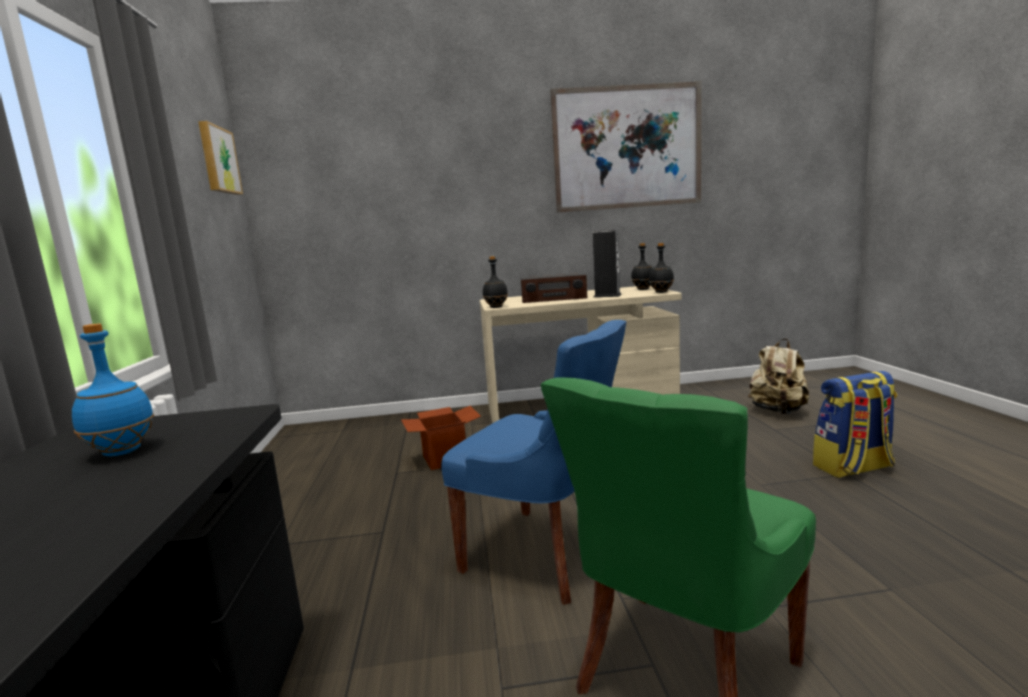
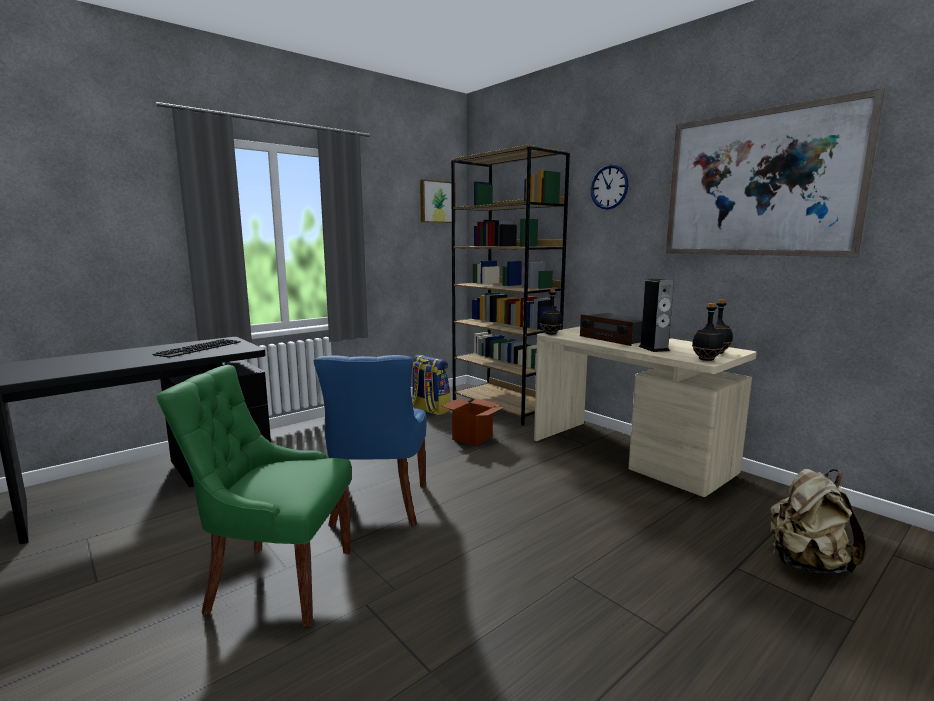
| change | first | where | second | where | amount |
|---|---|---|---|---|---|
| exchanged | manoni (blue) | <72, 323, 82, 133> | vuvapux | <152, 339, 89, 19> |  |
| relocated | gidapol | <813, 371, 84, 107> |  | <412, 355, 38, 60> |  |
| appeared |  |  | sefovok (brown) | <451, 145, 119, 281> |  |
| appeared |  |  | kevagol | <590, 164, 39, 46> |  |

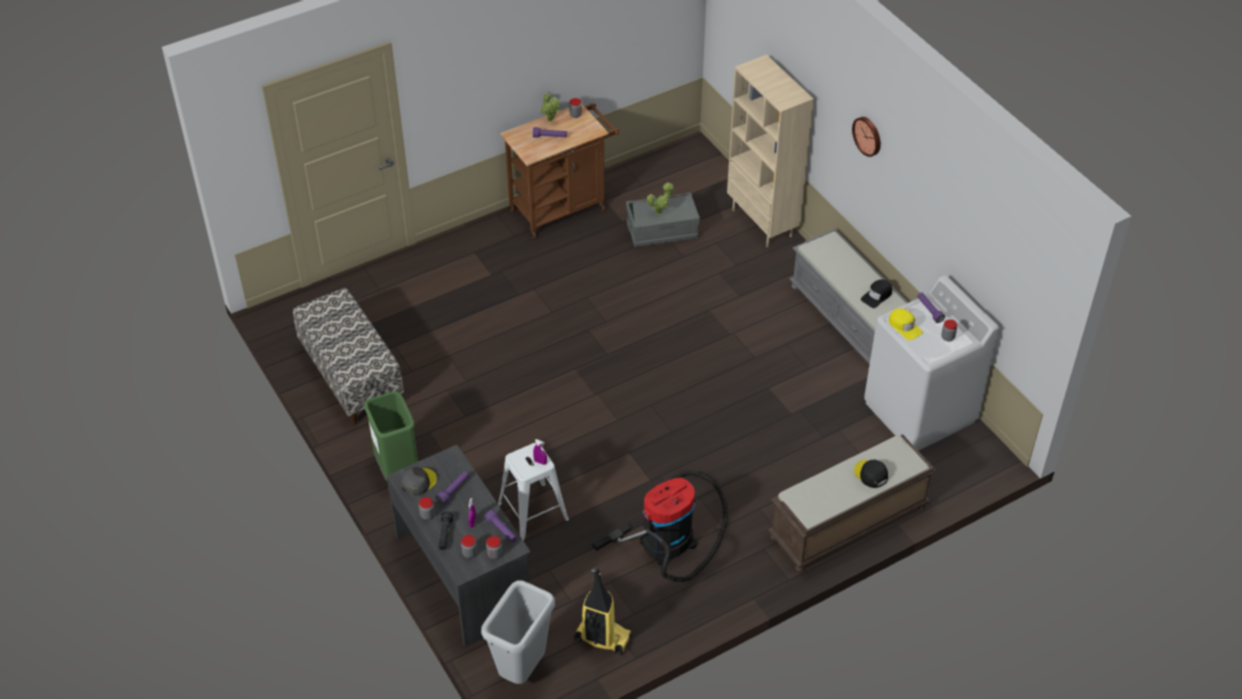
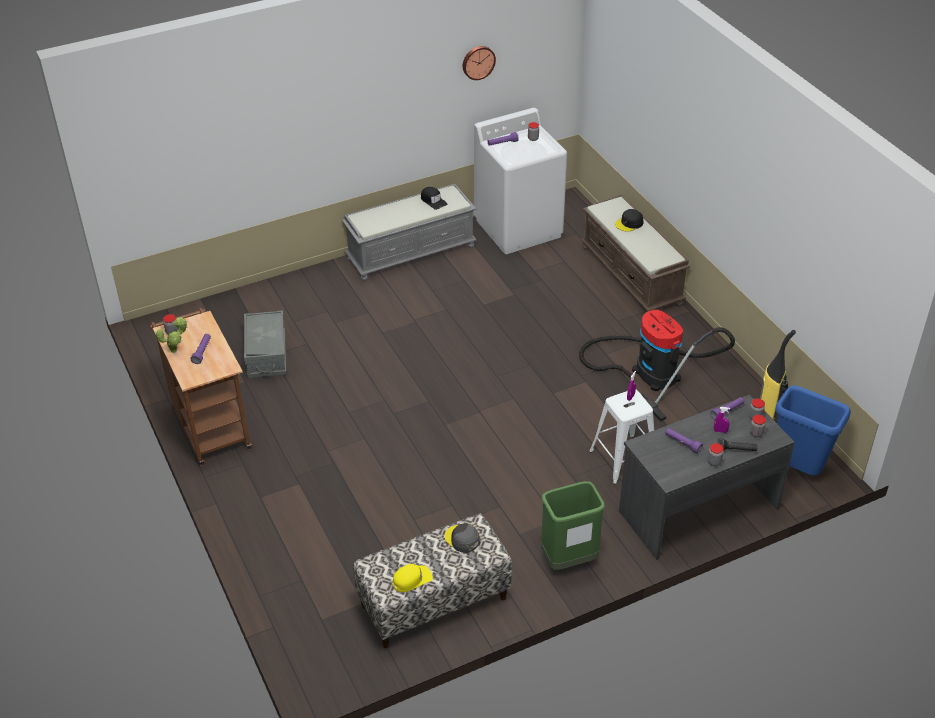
| change | first | where | second | where | amount |
|---|---|---|---|---|---|
| missing | sefovok (beige) | <727, 54, 87, 193> |  |  |  |
| relocated | kevagol | <852, 117, 29, 40> |  | <463, 46, 33, 34> |  |
| missing | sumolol | <647, 183, 27, 32> |  |  |  |
| relocated | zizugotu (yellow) | <889, 308, 34, 32> |  | <392, 564, 41, 28> |  |
| relocated | zizugotu (grey) | <401, 467, 36, 30> |  | <445, 523, 35, 30> |  |
| colour | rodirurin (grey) | <481, 580, 74, 104> | rodirurin (blue) | <776, 385, 75, 90> |  |

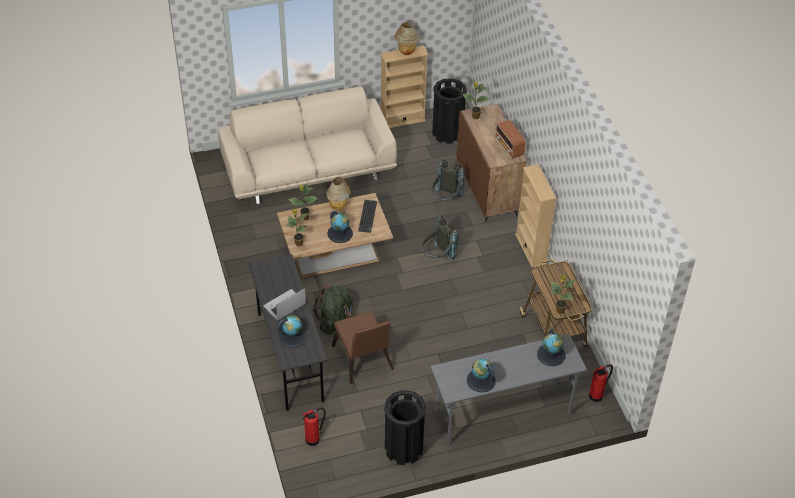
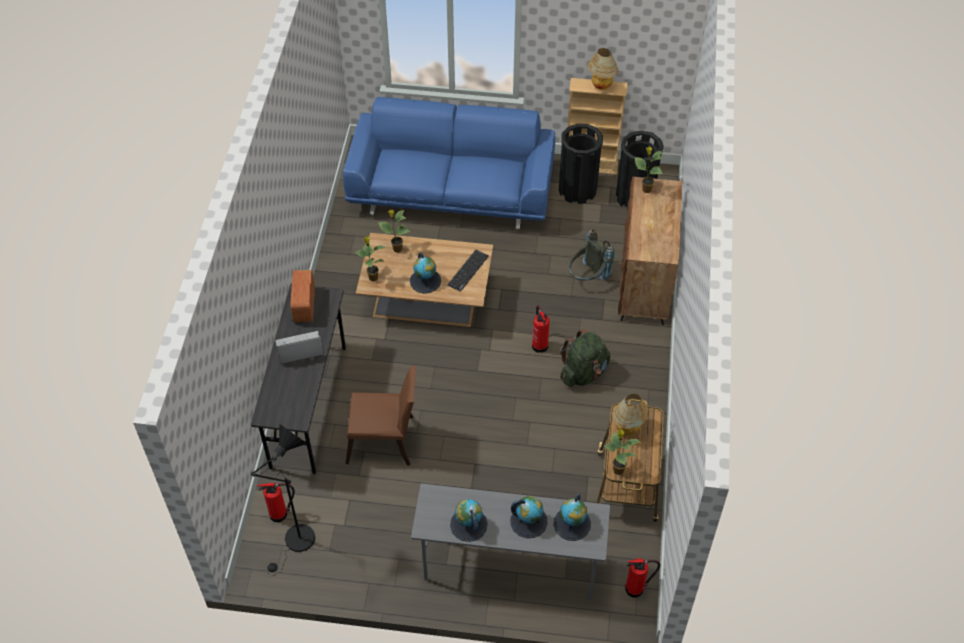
| change | first | where | second | where | amount |
|---|---|---|---|---|---|
| colour | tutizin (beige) | <218, 86, 179, 118> | tutizin (blue) | <343, 97, 212, 132> |  |
| relocated | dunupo | <495, 119, 31, 40> |  | <290, 270, 25, 52> |  |
| missing | sefovok (beige) | <515, 164, 42, 103> |  |  |  |
| relocated | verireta | <327, 177, 23, 33> |  | <613, 394, 36, 42> |  |
| exchanged | gidapol (grey) | <421, 216, 38, 44> | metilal | <532, 305, 18, 48> |  |
| relocated | gidapol (green) | <313, 285, 40, 49> |  | <560, 329, 50, 58> |  |
| spun | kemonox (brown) | <332, 311, 62, 73> |  | <346, 365, 70, 101> | 90 degrees counterclockwise |
| relocated | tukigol | <278, 315, 29, 33> |  | <510, 496, 38, 42> |  |
| relocated | rodirurin (black) | <384, 390, 42, 75> |  | <559, 124, 44, 80> |  |
| appeared |  |  | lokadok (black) | <250, 424, 65, 152> |  |

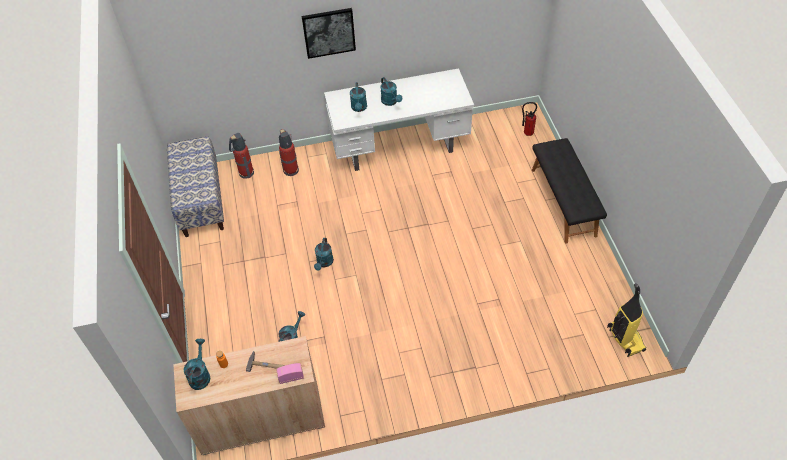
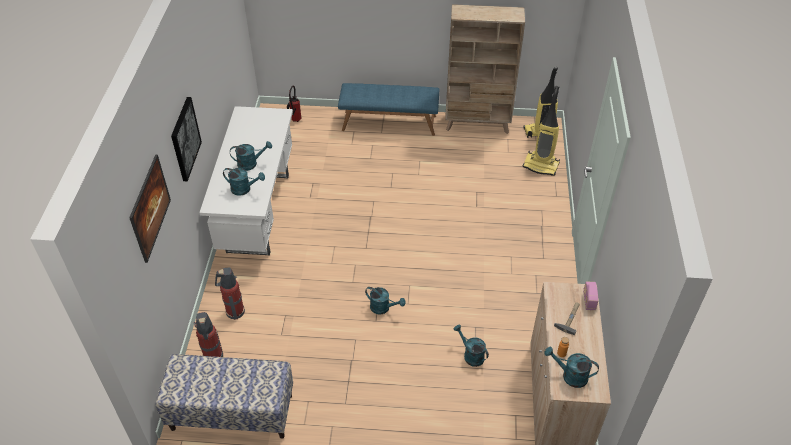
| change | first | where | second | where | amount |
|---|---|---|---|---|---|
| colour | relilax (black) | <532, 138, 75, 106> | relilax (blue) | <338, 83, 101, 53> |  |
| appeared |  |  | sefovok (beige) | <445, 4, 80, 130> |  |
| appeared |  |  | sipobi | <523, 86, 37, 90> |  |
| appeared |  |  | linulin | <129, 155, 42, 108> |  |

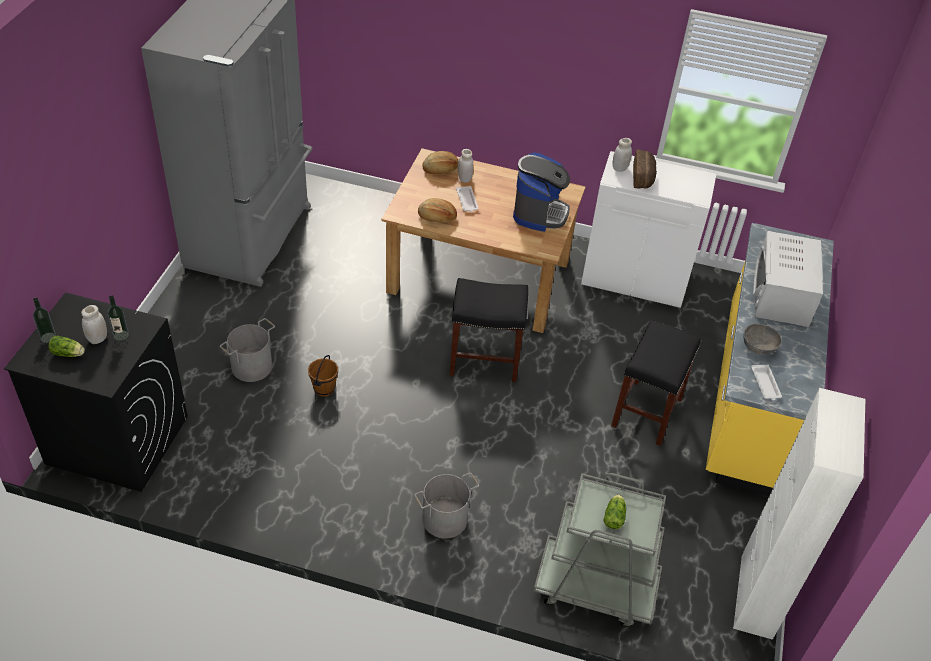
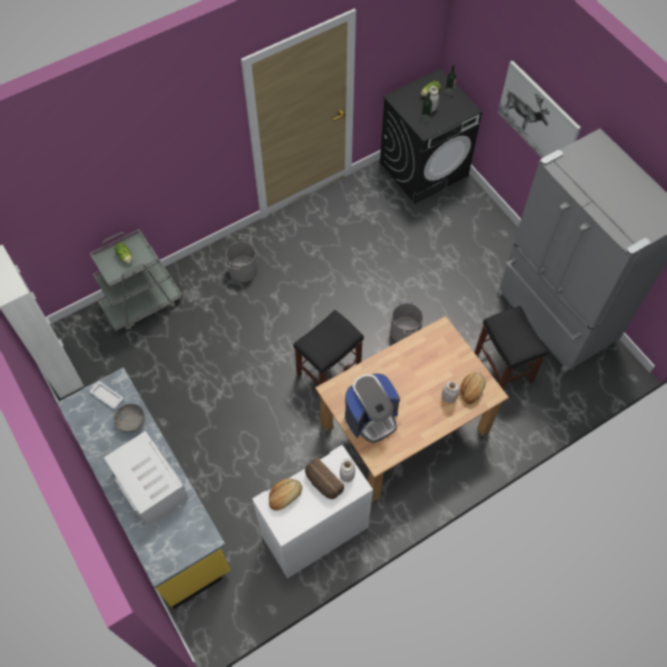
| change | first | where | second | where | amount |
|---|---|---|---|---|---|
| spun | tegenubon | <513, 153, 57, 79> |  | <345, 373, 55, 70> | 90 degrees counterclockwise |
| missing | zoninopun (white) | <456, 186, 23, 26> |  |  |  |
| relocated | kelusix | <418, 198, 39, 25> |  | <269, 478, 33, 33> |  |
| relocated | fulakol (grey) | <220, 318, 55, 64> |  | <390, 296, 33, 46> |  |
| relocated | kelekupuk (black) | <611, 320, 90, 126> |  | <474, 306, 74, 84> |  |
| missing | fulakol (brown) | <308, 355, 30, 42> |  |  |  |
| appeared |  |  | linulin | <498, 60, 83, 98> |  |

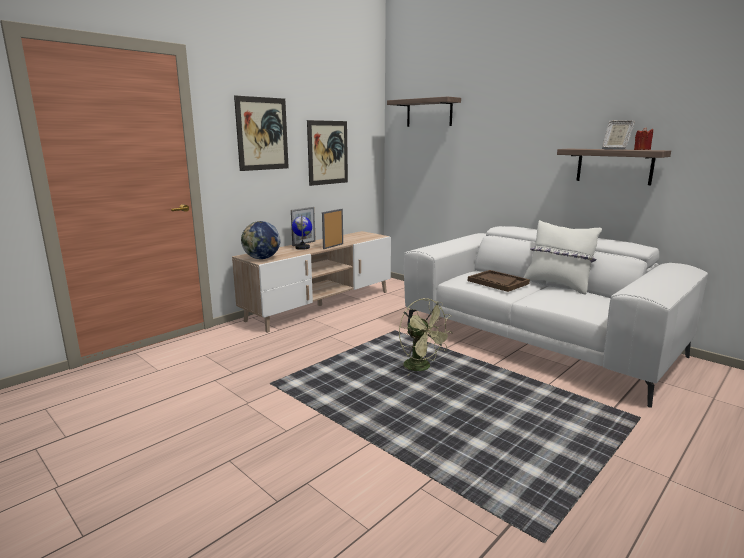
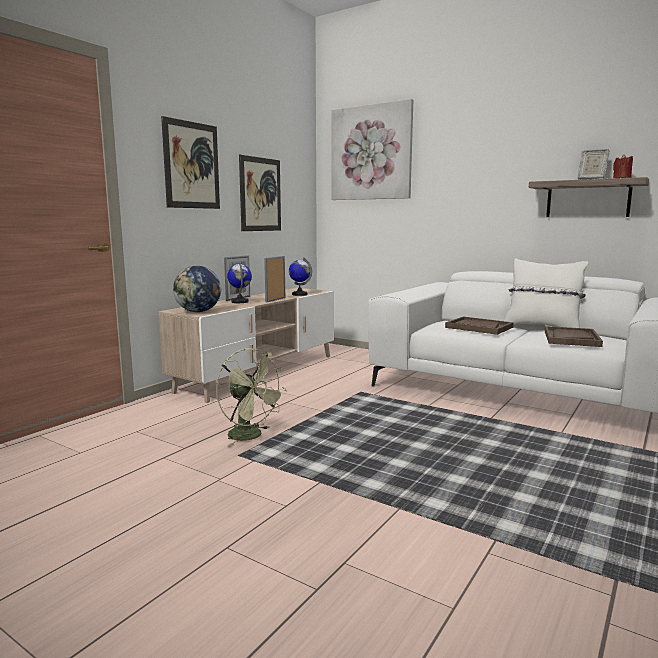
| change | first | where | second | where | amount |
|---|---|---|---|---|---|
| exchanged | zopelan | <387, 96, 74, 31> | linulin | <331, 99, 82, 101> |  |
| relocated | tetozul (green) | <399, 298, 54, 73> |  | <216, 348, 71, 99> |  |
| appeared |  |  | tukigol | <289, 257, 23, 39> |  |
| appeared |  |  | zoninopun (brown) | <545, 326, 58, 21> |  |

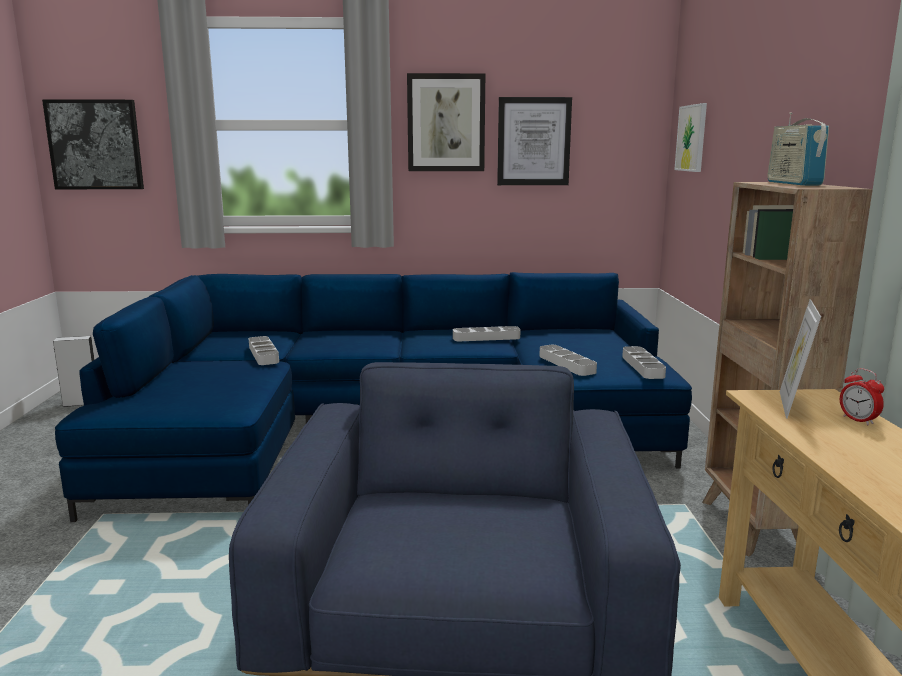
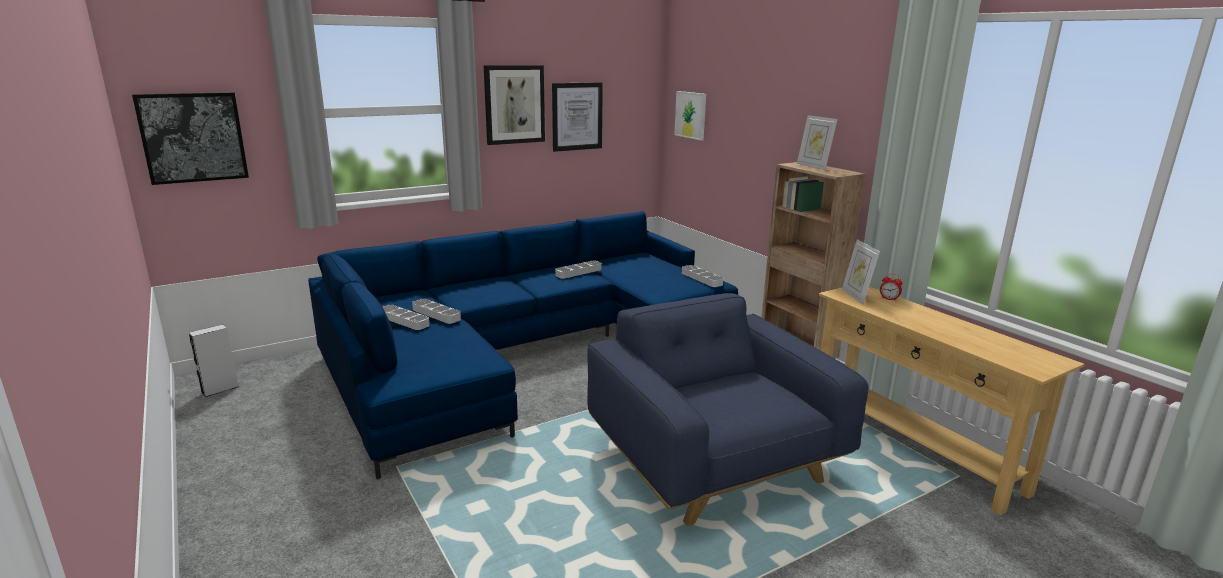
| change | first | where | second | where | amount |
|---|---|---|---|---|---|
| exchanged | dunupo | <767, 112, 62, 73> | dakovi | <797, 115, 41, 55> |  |
| relocated | zoninopun (grey) | <539, 345, 58, 31> |  | <383, 305, 47, 25> |  |

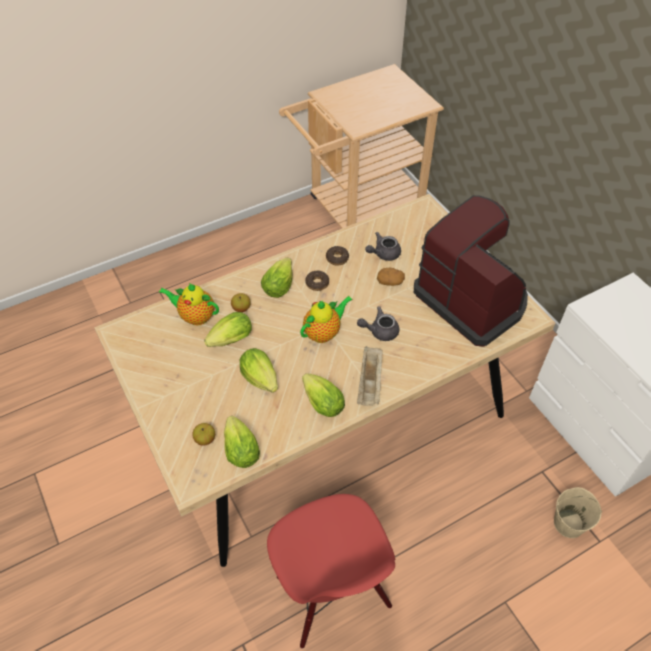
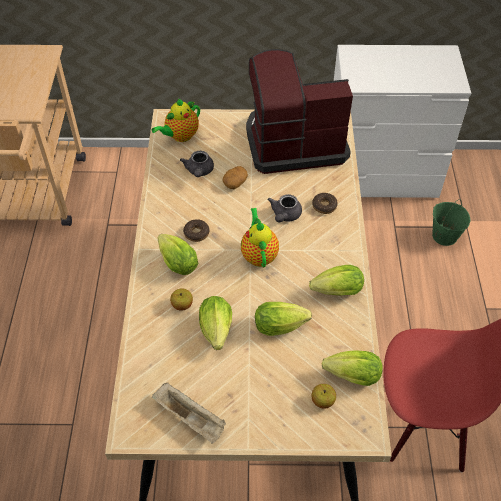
| change | first | where | second | where | amount |
|---|---|---|---|---|---|
| relocated | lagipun | <326, 246, 23, 20> |  | <312, 193, 26, 21> |  |
| relocated | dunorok | <159, 283, 60, 43> |  | <152, 99, 48, 43> |  |
| relocated | zoninopun (beige) | <357, 346, 26, 60> |  | <152, 383, 74, 61> |  |
| colour | fulakol (beige) | <554, 487, 48, 51> | fulakol (green) | <432, 199, 38, 47> |  |

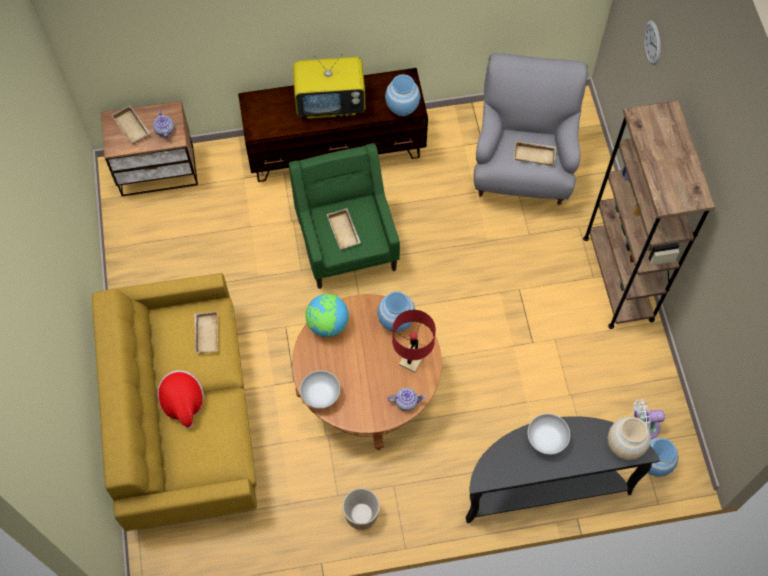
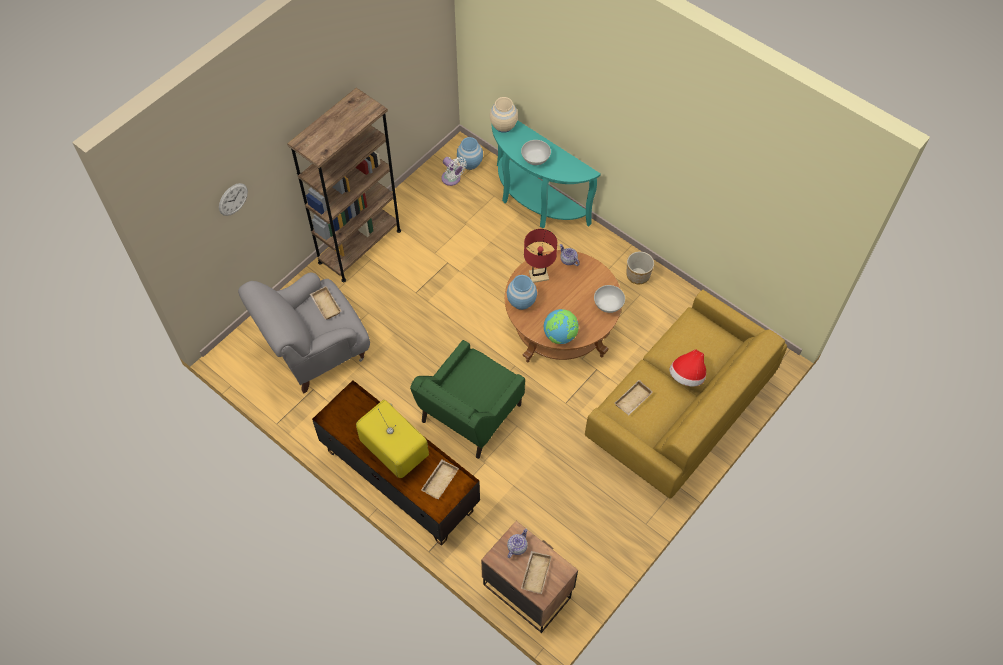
| change | first | where | second | where | amount |
|---|---|---|---|---|---|
| missing | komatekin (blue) | <385, 74, 35, 42> |  |  |  |
| relocated | zoninopun (beige) | <327, 208, 34, 42> |  | <421, 459, 38, 40> |  |
| colour | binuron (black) | <466, 416, 194, 107> | binuron (turquoise) | <492, 121, 109, 107> |  |

